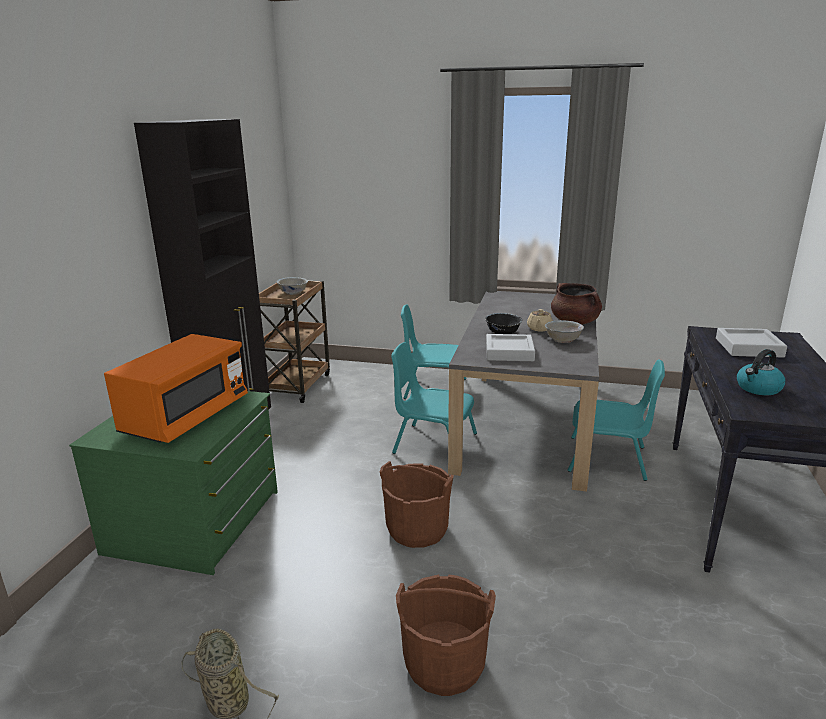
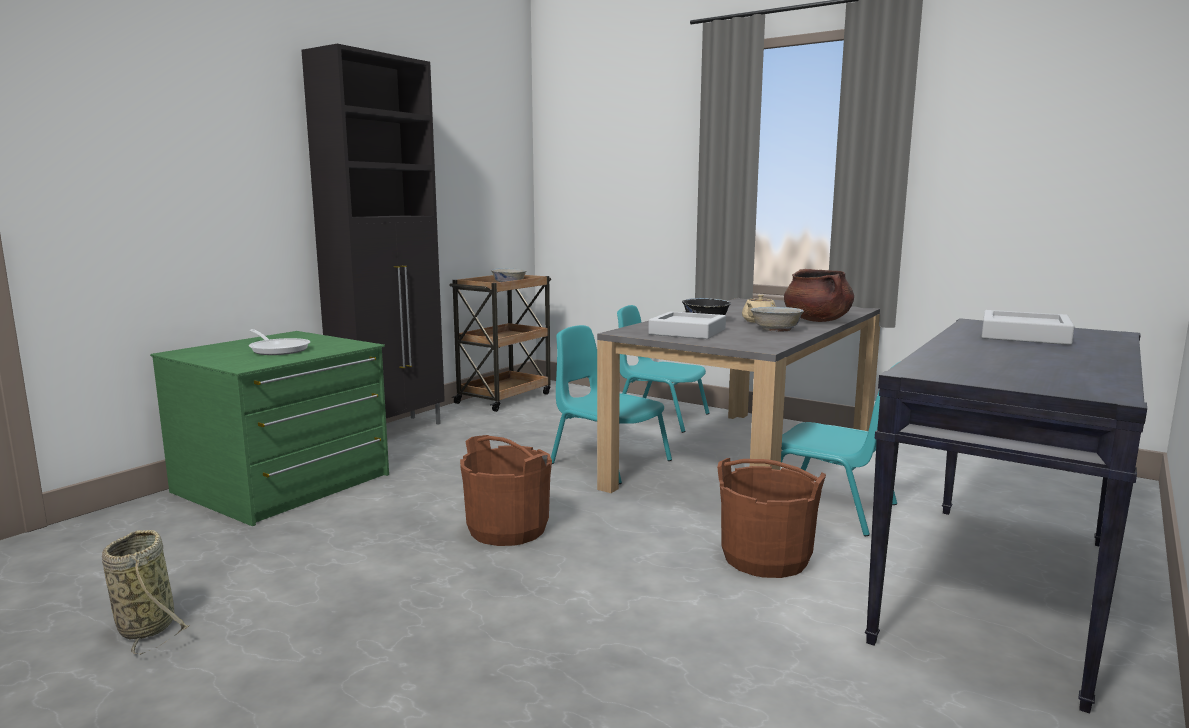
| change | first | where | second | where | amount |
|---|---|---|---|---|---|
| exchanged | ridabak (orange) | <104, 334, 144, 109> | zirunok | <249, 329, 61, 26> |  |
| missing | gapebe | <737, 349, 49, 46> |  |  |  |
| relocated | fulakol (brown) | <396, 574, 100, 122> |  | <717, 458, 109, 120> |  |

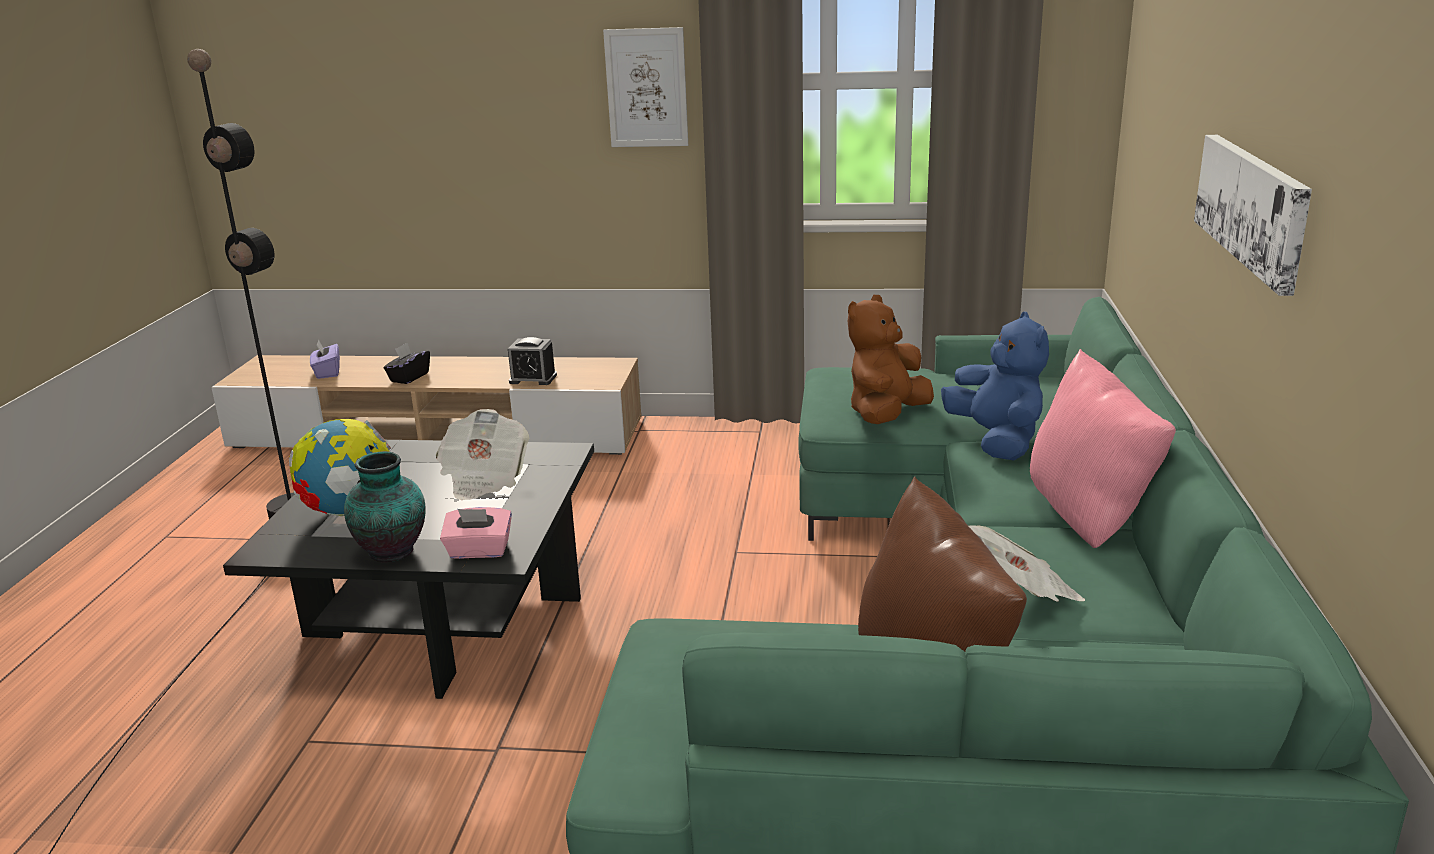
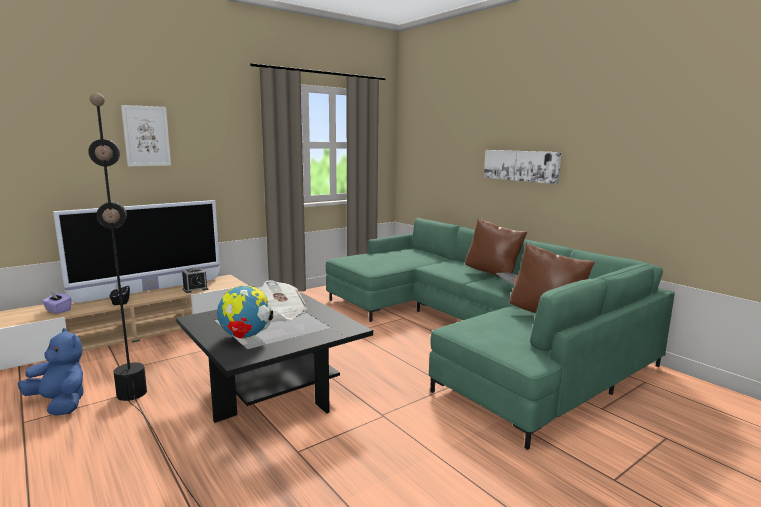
| change | first | where | second | where | amount |
|---|---|---|---|---|---|
| relocated | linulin | <603, 27, 85, 120> |  | <121, 105, 50, 62> |  |
| missing | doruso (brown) | <848, 295, 86, 129> |  |  |  |
| relocated | doruso (blue) | <941, 311, 108, 149> |  | <18, 328, 66, 88> |  |
| colour | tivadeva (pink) | <1030, 349, 146, 199> | tivadeva (brown) | <465, 218, 62, 59> |  |
| missing | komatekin | <344, 451, 82, 111> |  |  |  |
| missing | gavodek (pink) | <440, 507, 72, 52> |  |  |  |
| appeared |  |  | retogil | <53, 200, 167, 103> |  |

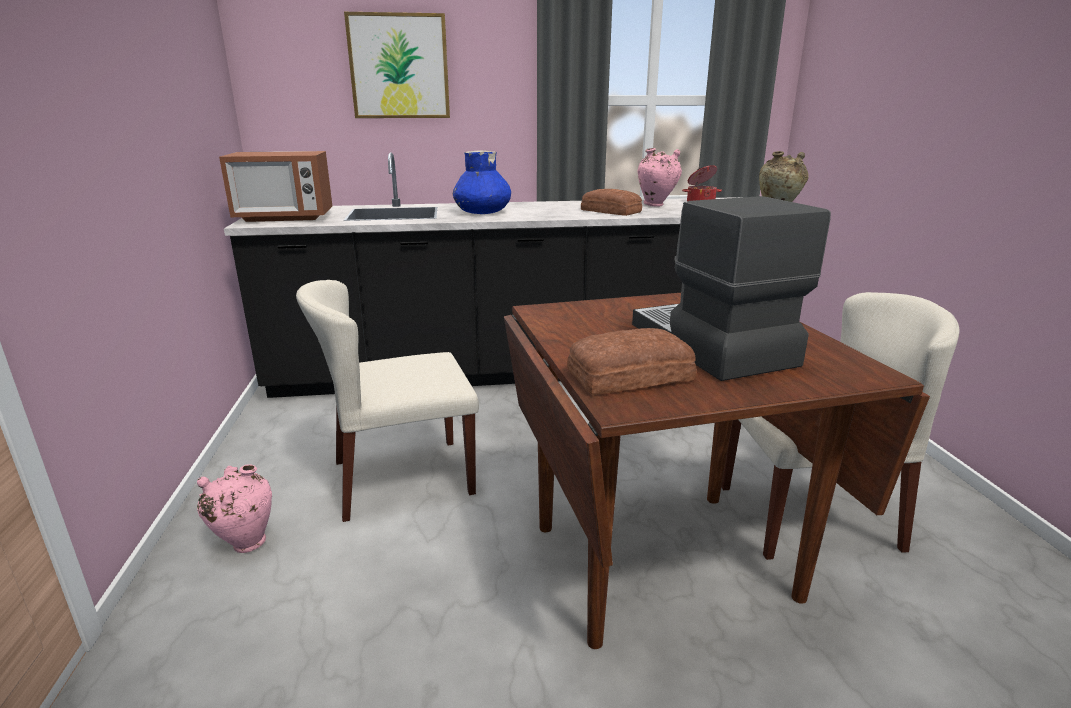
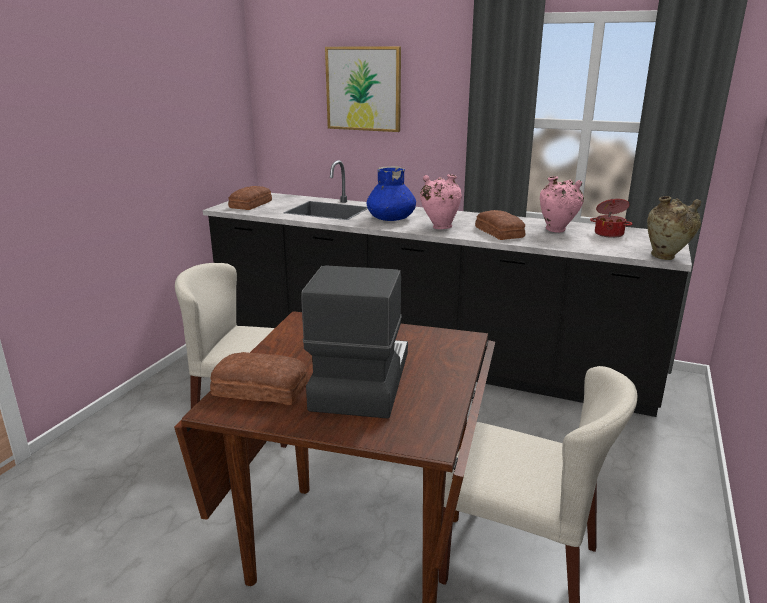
| change | first | where | second | where | amount |
|---|---|---|---|---|---|
| exchanged | ridabak | <219, 151, 113, 71> | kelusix | <228, 186, 44, 24> |  |
| relocated | komatekin (pink) | <197, 465, 75, 88> |  | <420, 174, 42, 55> |  |

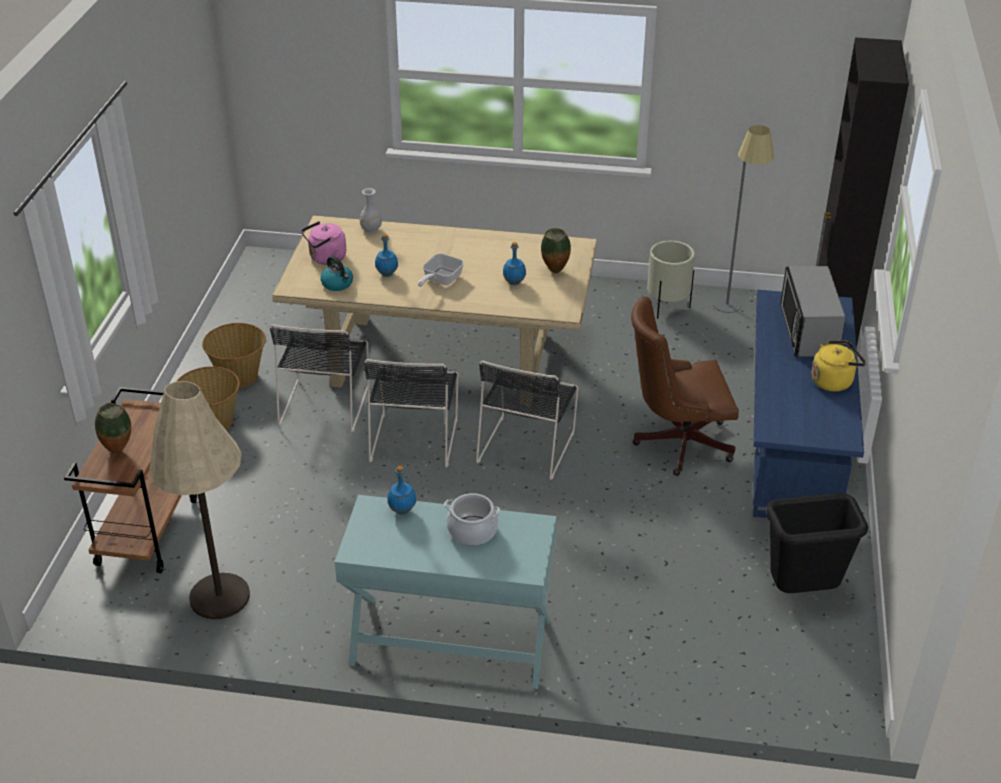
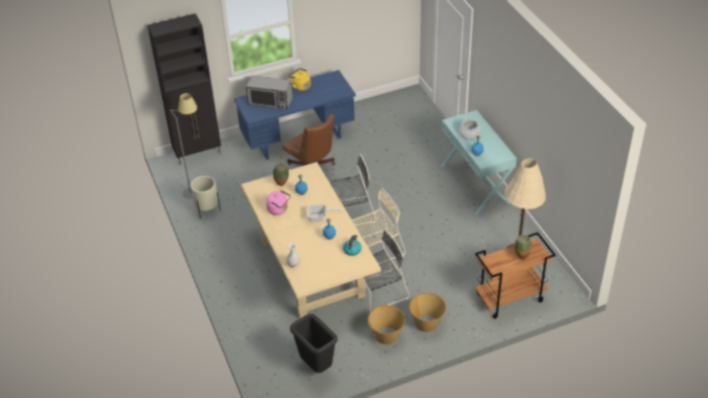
| change | first | where | second | where | amount |
|---|---|---|---|---|---|
| relocated | gapebe (pink) | <301, 221, 45, 44> |  | <266, 190, 25, 25> |  |
| spun | ridabak | <780, 266, 66, 90> |  | <246, 76, 47, 34> | 45 degrees clockwise |
| colour | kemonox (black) | <364, 359, 94, 109> | kemonox (beige) | <352, 188, 54, 76> |  |
| relocated | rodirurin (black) | <766, 493, 102, 100> |  | <290, 314, 48, 59> |  |

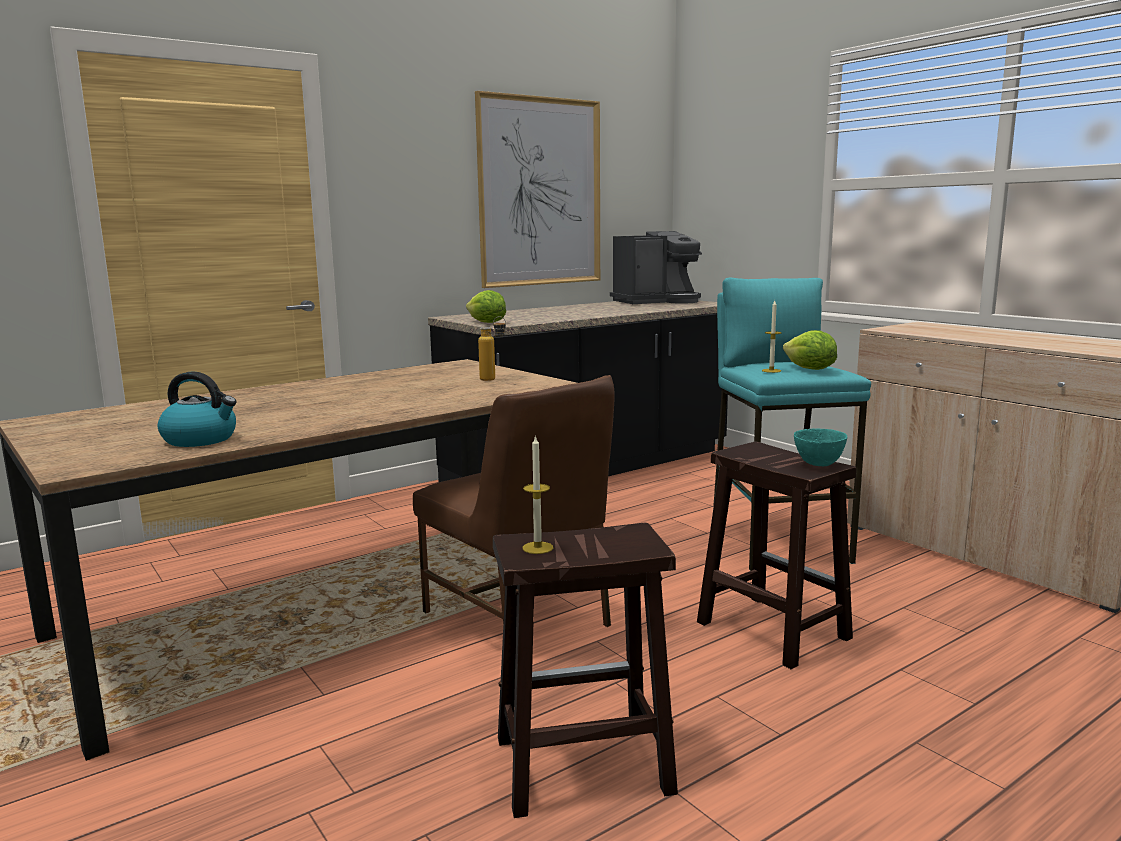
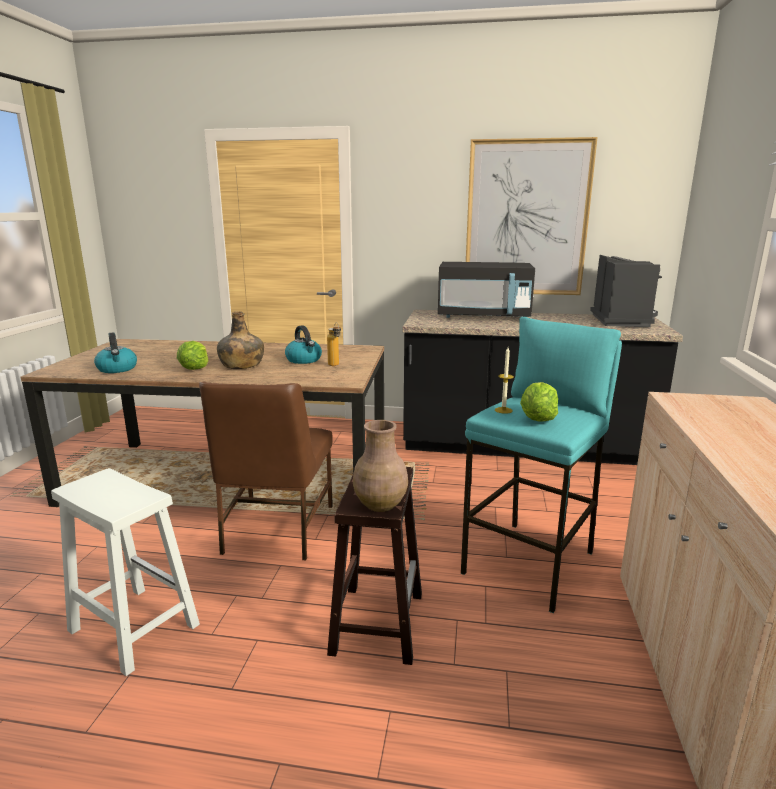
| change | first | where | second | where | amount |
|---|---|---|---|---|---|
| spun | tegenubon | <610, 231, 92, 73> |  | <590, 255, 72, 72> | 105 degrees counterclockwise |
| relocated | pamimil | <466, 290, 40, 33> |  | <177, 341, 31, 29> |  |
| exchanged | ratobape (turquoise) | <794, 429, 53, 37> | komatekin (brown) | <353, 420, 55, 92> |  |
| missing | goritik | <522, 435, 31, 119> |  |  |  |
| colour | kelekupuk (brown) | <493, 523, 185, 295> | kelekupuk (white) | <51, 468, 149, 208> |  |
| appeared |  |  | ridabak (black) | <438, 262, 97, 56> |  |
| appeared |  |  | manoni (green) | <217, 311, 47, 58> |  |
| appeared |  |  | gapebe | <285, 325, 37, 39> |  |

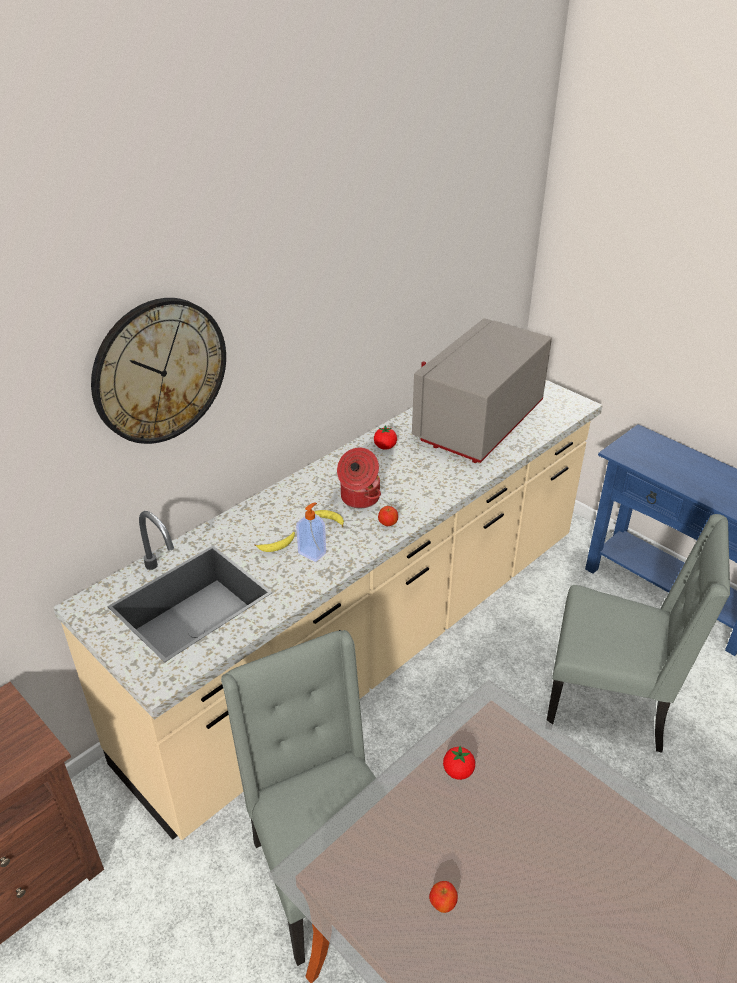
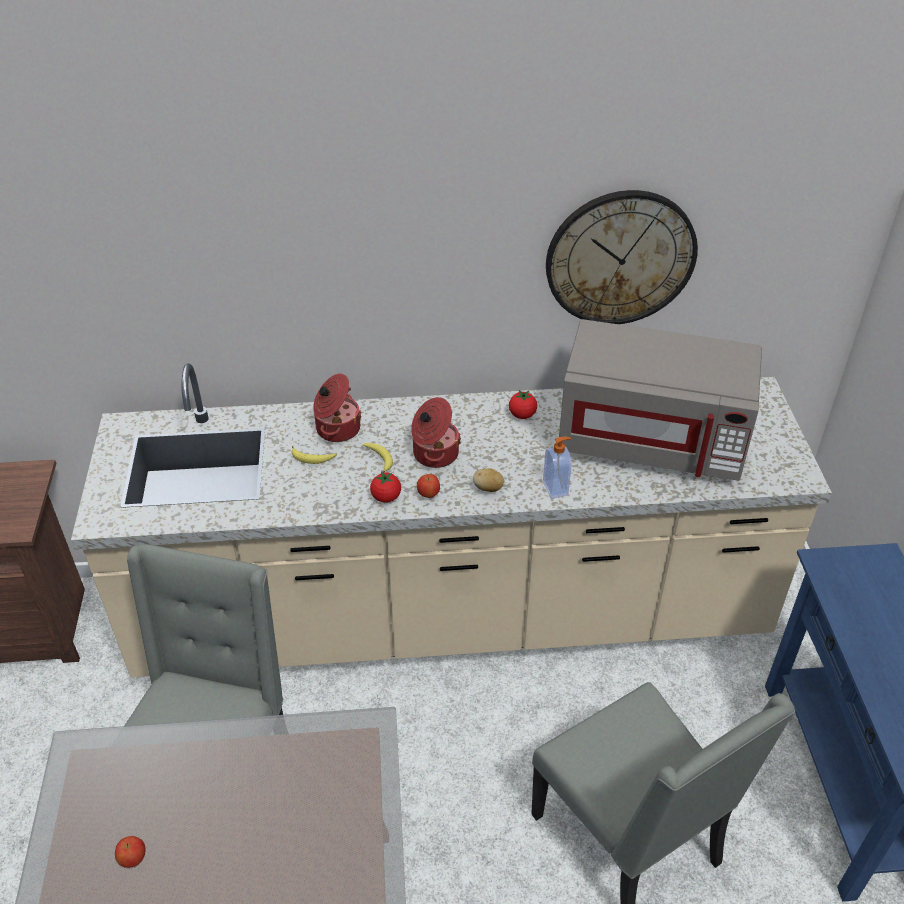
| change | first | where | second | where | amount |
|---|---|---|---|---|---|
| relocated | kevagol | <91, 298, 135, 146> |  | <546, 190, 152, 134> |  |
| spun | ridabak (grey) | <412, 318, 140, 145> |  | <559, 319, 203, 162> | 150 degrees counterclockwise |
| relocated | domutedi | <296, 502, 30, 60> |  | <543, 437, 29, 62> |  |
| relocated | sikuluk | <443, 746, 32, 34> |  | <370, 471, 31, 32> |  |
| appeared |  |  | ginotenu | <313, 374, 49, 68> |  |
| appeared |  |  | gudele | <473, 468, 31, 24> |  |

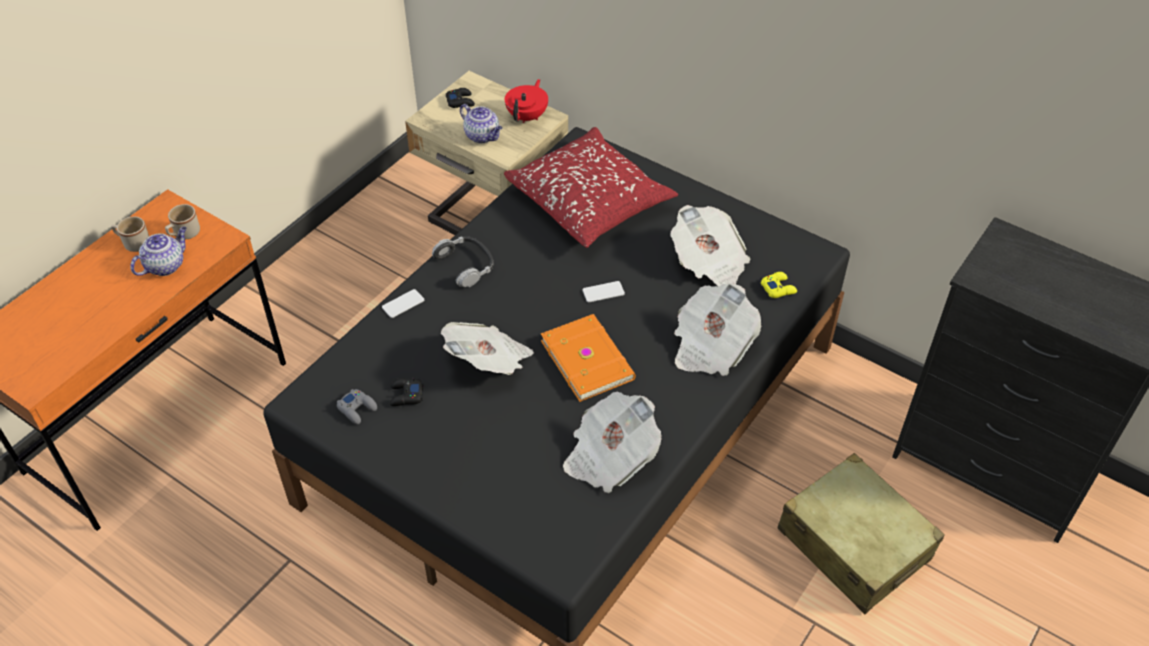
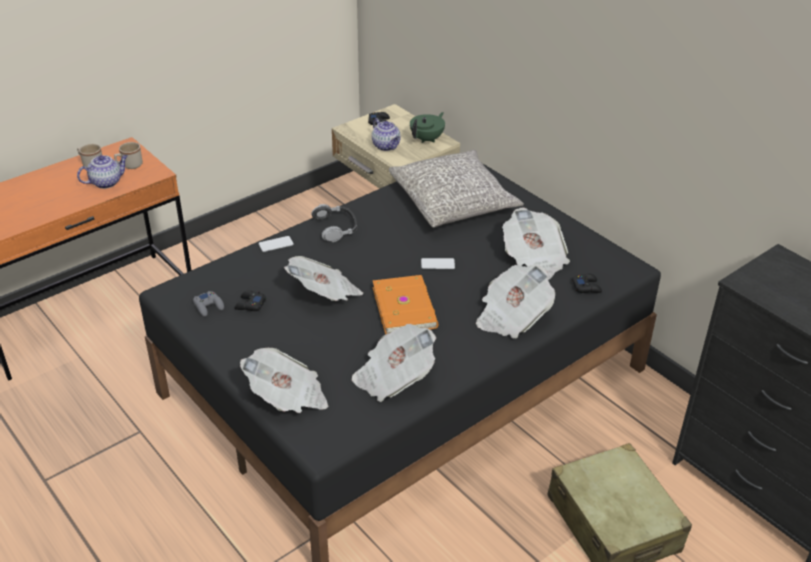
| change | first | where | second | where | amount |
|---|---|---|---|---|---|
| colour | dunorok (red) | <505, 79, 43, 44> | dunorok (green) | <410, 112, 35, 31> |  |
| colour | tivadeva (red) | <504, 127, 174, 121> | tivadeva (grey) | <389, 150, 135, 78> |  |
| colour | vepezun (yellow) | <761, 272, 36, 26> | vepezun (black) | <572, 273, 30, 20> |  |
| appeared |  |  | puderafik | <240, 348, 88, 65> |  |

